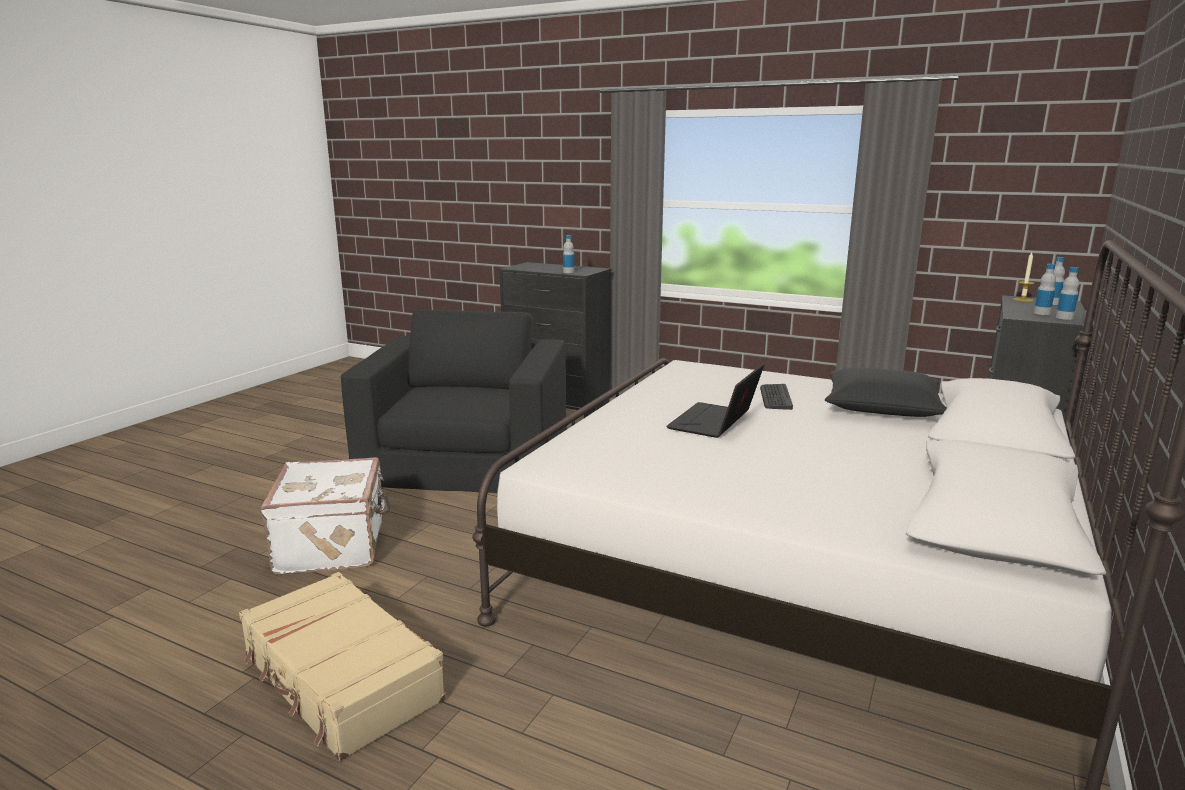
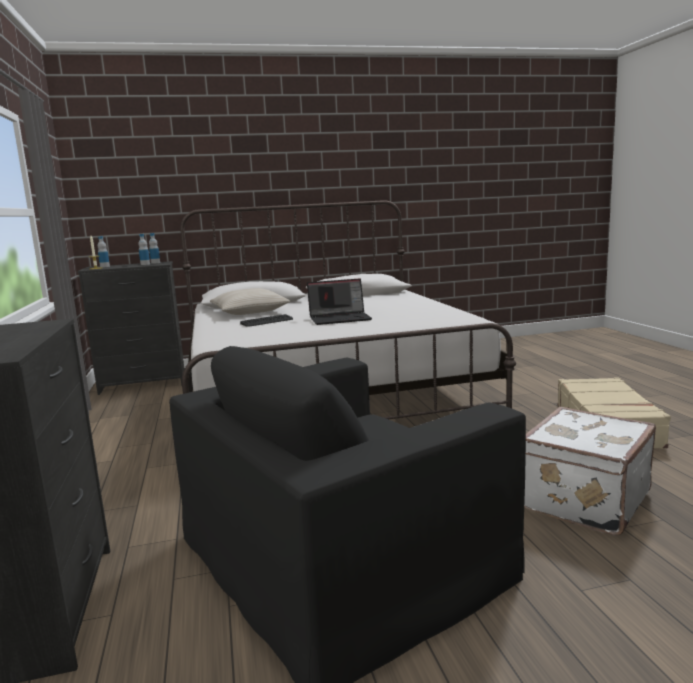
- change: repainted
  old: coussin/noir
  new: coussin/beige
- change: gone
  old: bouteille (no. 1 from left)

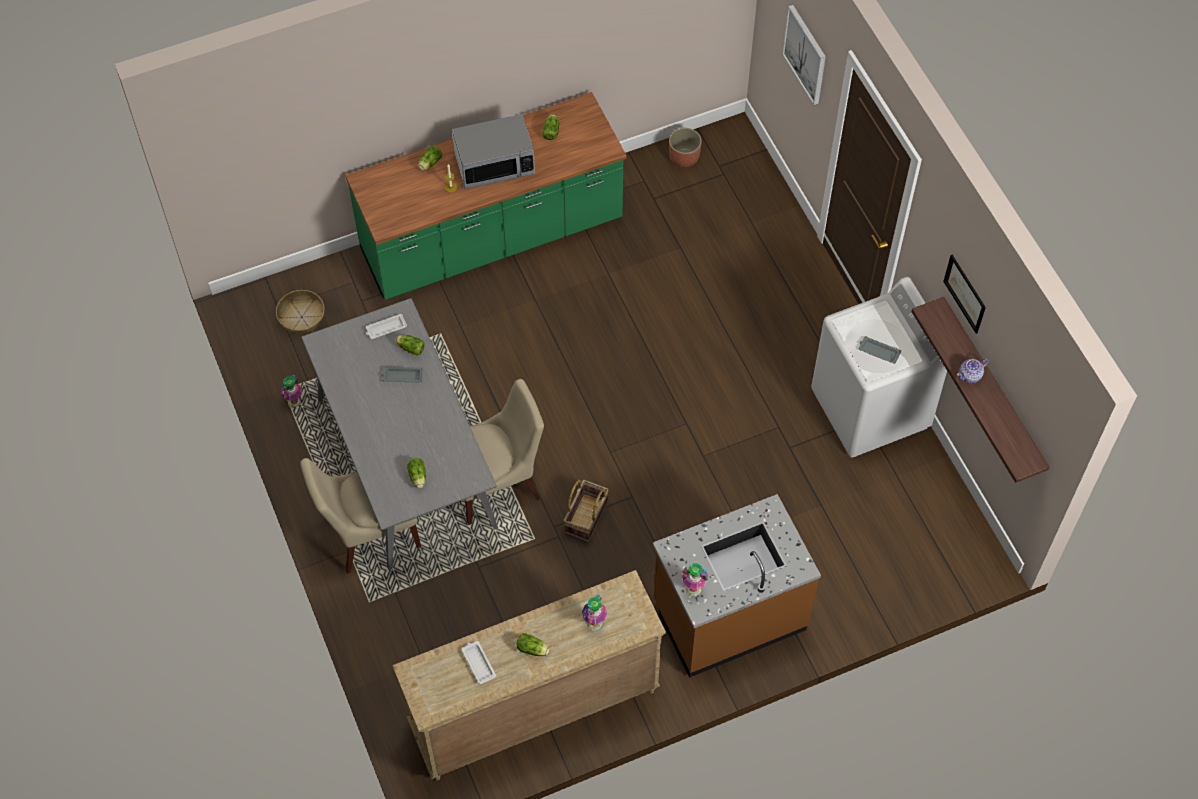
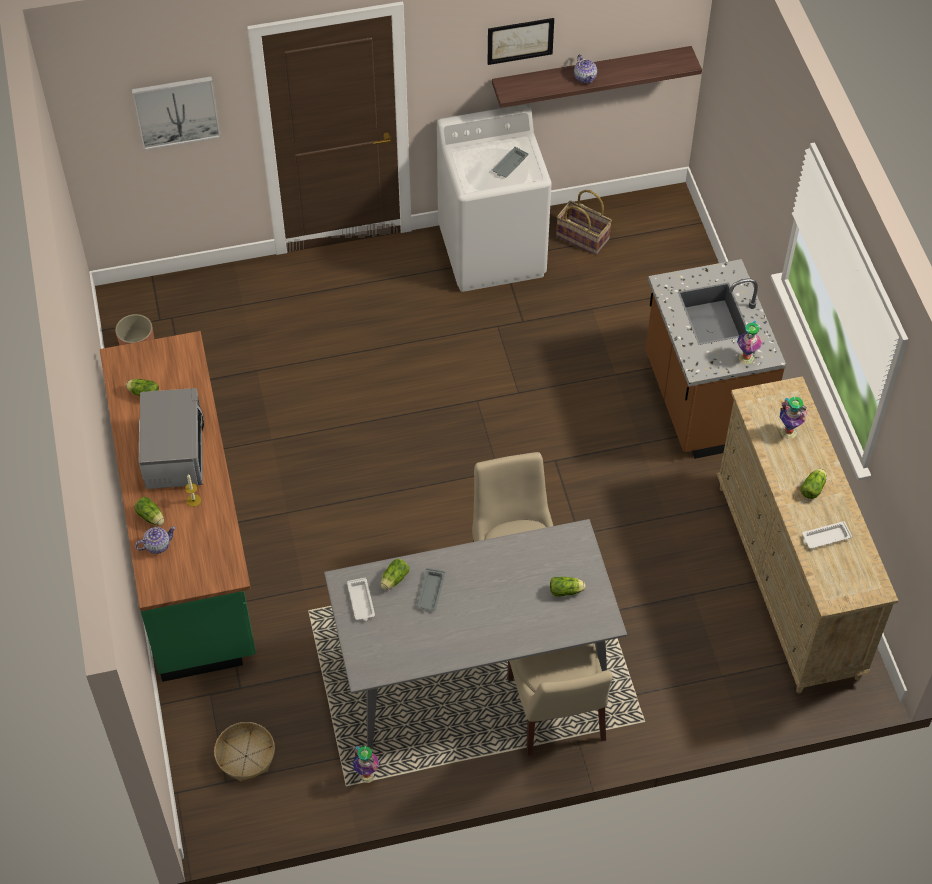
- change: new
  new: théière (no. 1 from left)
- change: shifted
  old: panier (no. 2 from left)

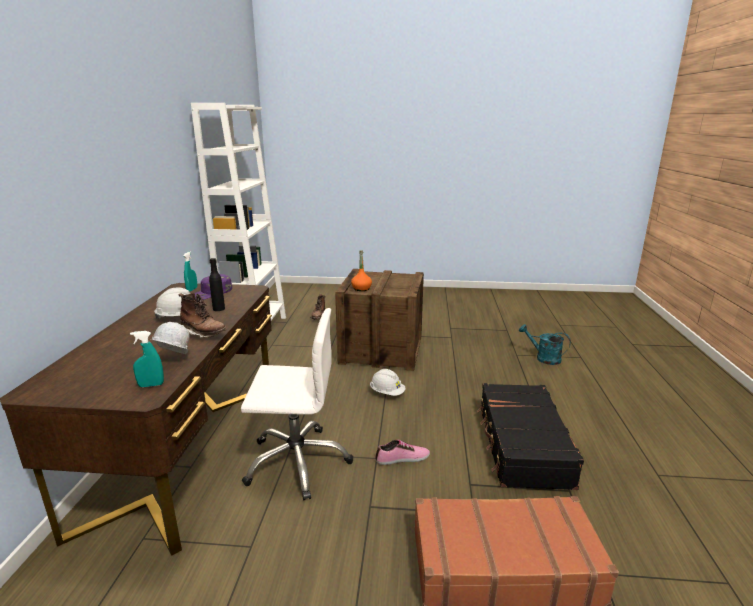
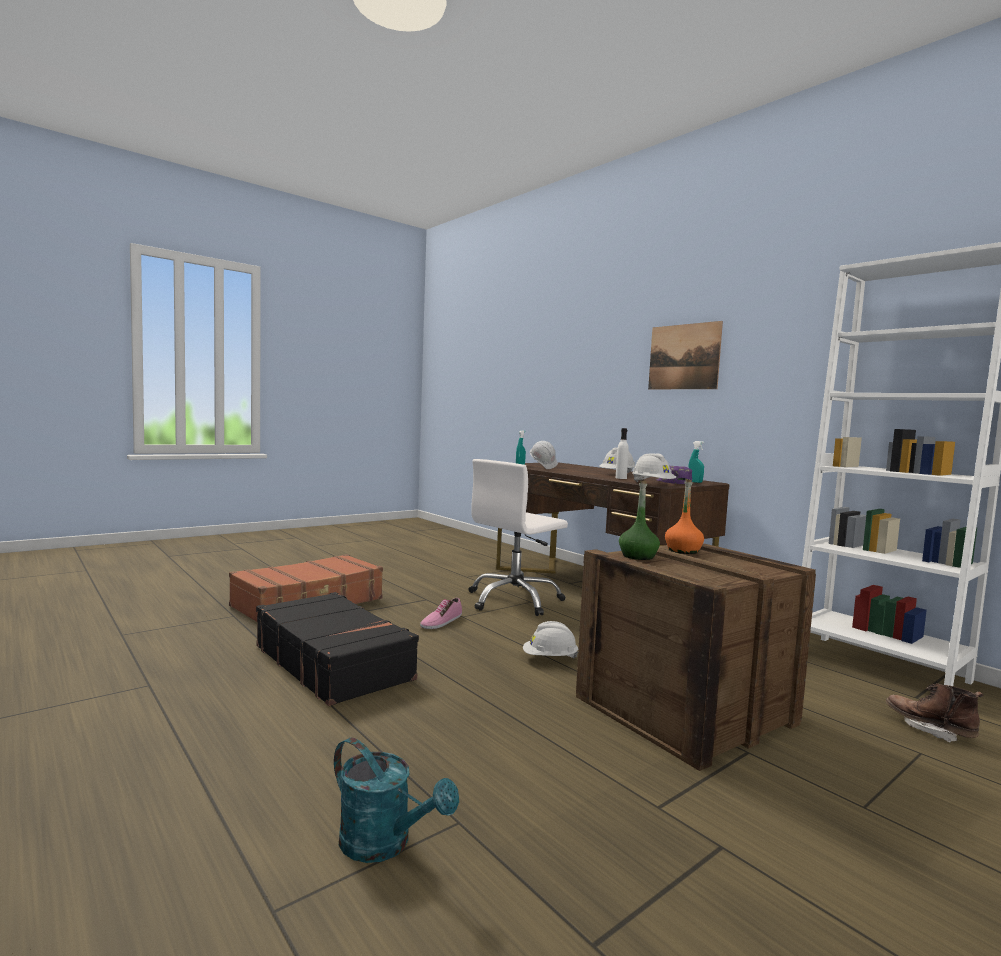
- change: rotated
  old: arrosoir/turquoise
  degrees: 45
- change: repainted
  old: bouteille/noir
  new: bouteille/blanc
- change: new
  new: bouteille/vert
- change: new
  new: casque de chantier/blanc (no. 4 from left)
- change: new
  new: tableau
- change: gone
  old: botte/marron (no. 1 from left)

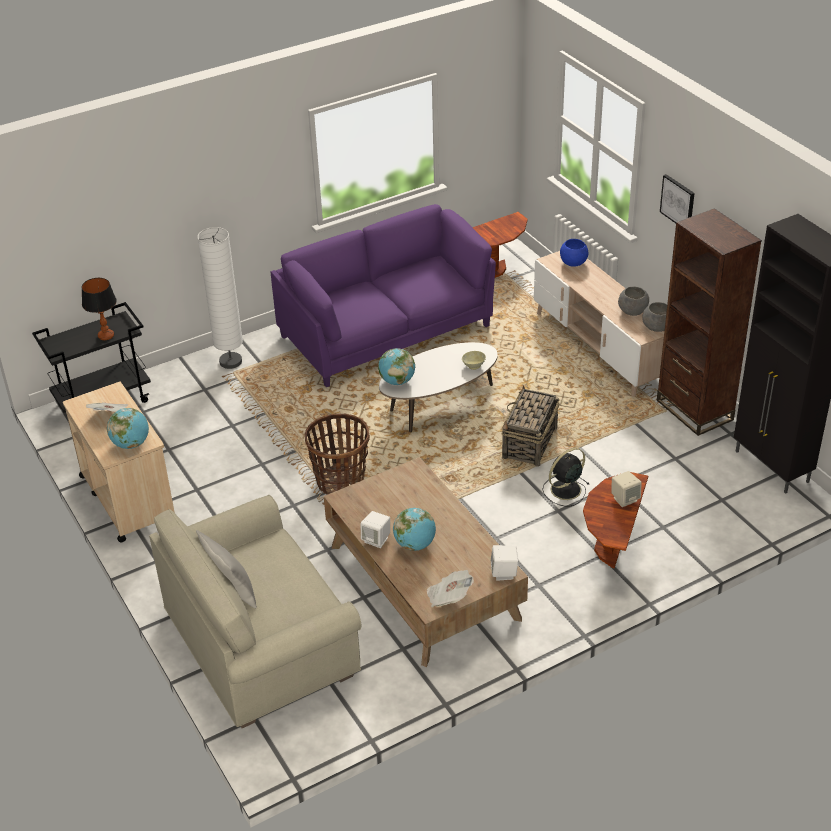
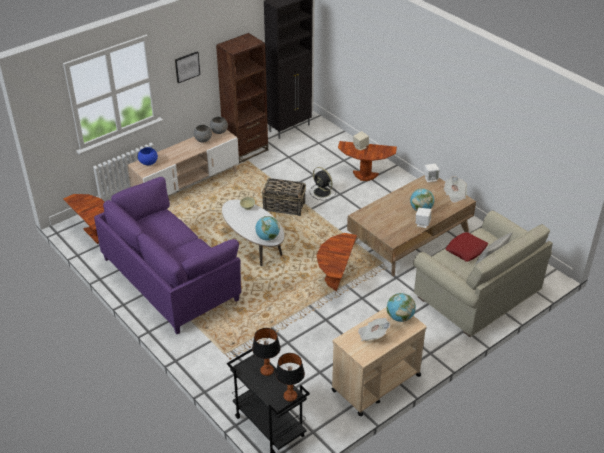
- change: new
  new: lampe de table (no. 2 from left)
- change: swapped
  old: panier (no. 1 from left)
  new: table d'appoint/marron (no. 2 from left)
- change: new
  new: coussin/rouge
- change: gone
  old: lampadaire/blanc

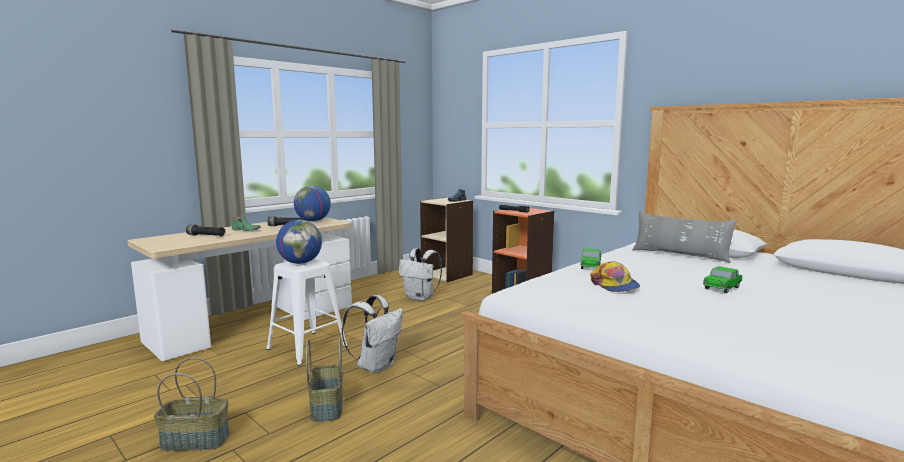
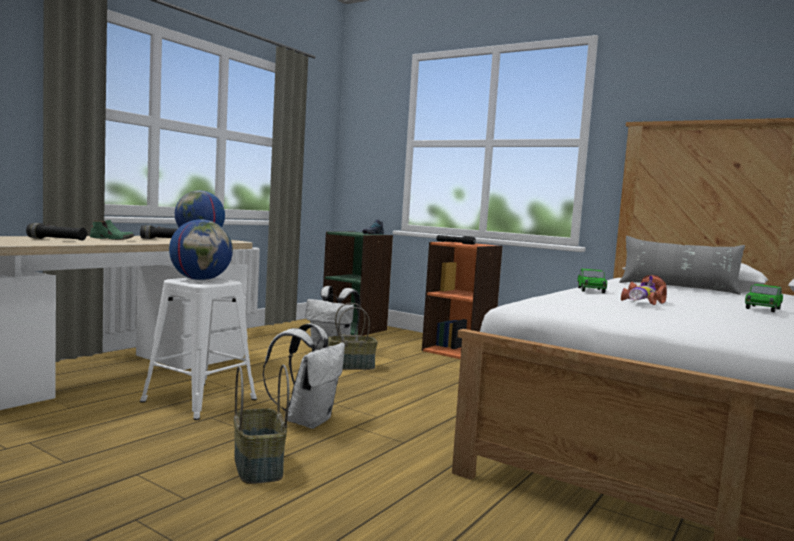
- change: repainted
  old: bibliothèque/beige
  new: bibliothèque/vert
- change: shifted
  old: panier (no. 1 from left in the first image)
  new: panier (no. 2 from left)
- change: swapped
  old: casquette
  new: petite voiture (no. 2 from left)

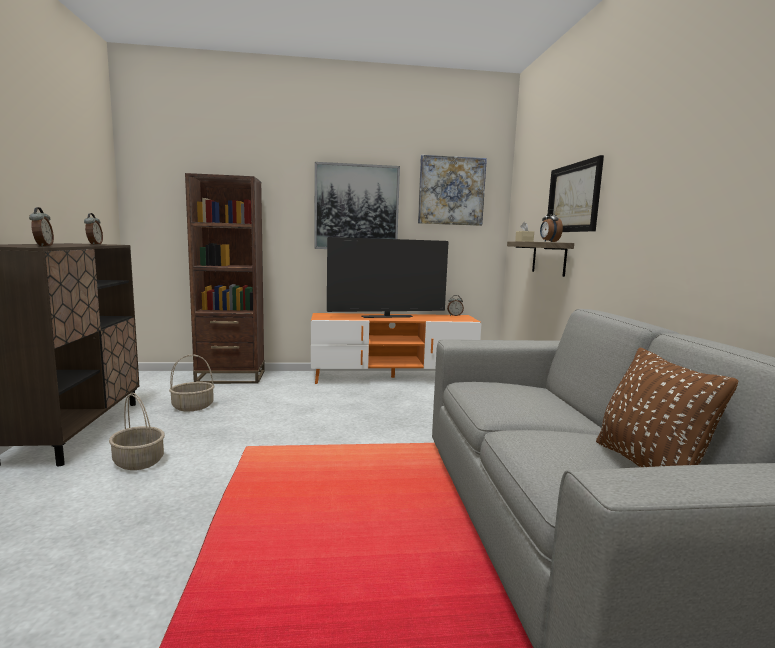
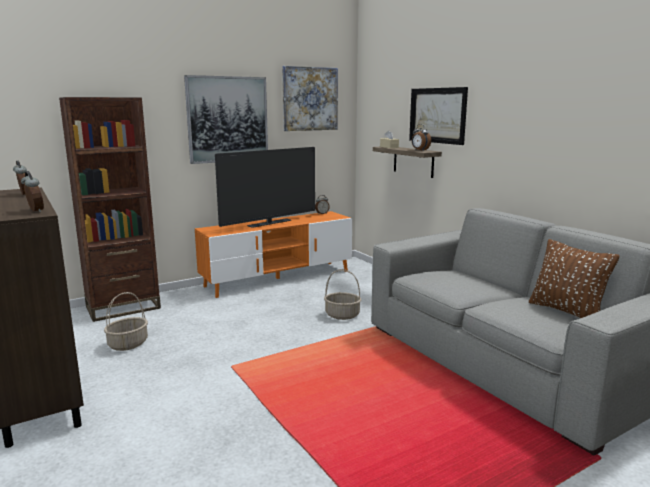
- change: shifted
  old: panier (no. 1 from left in the first image)
  new: panier (no. 2 from left)

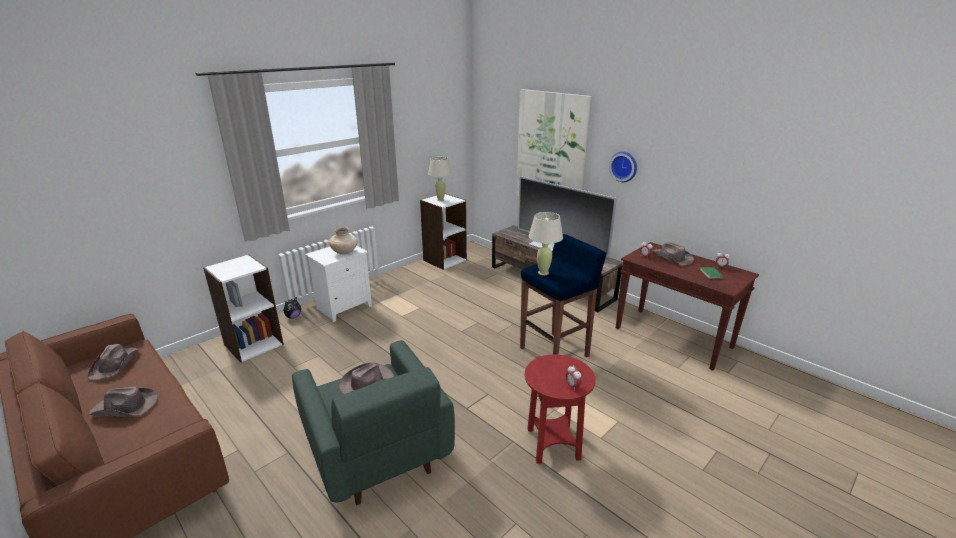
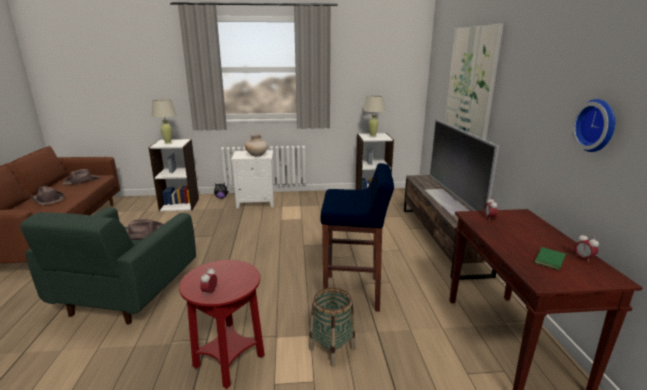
- change: shifted
  old: lampe de table/beige (no. 2 from left in the first image)
  new: lampe de table/beige (no. 1 from left)
- change: new
  new: panier
- change: shifted
  old: horloge murale
- change: gone
  old: chapeau/marron (no. 4 from left)

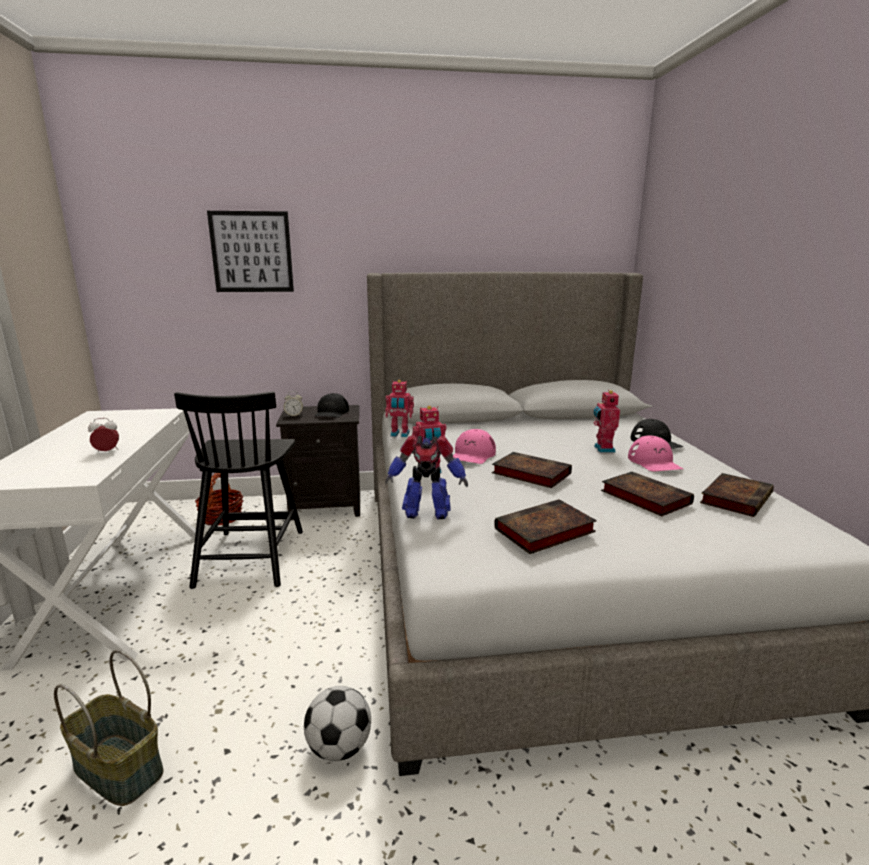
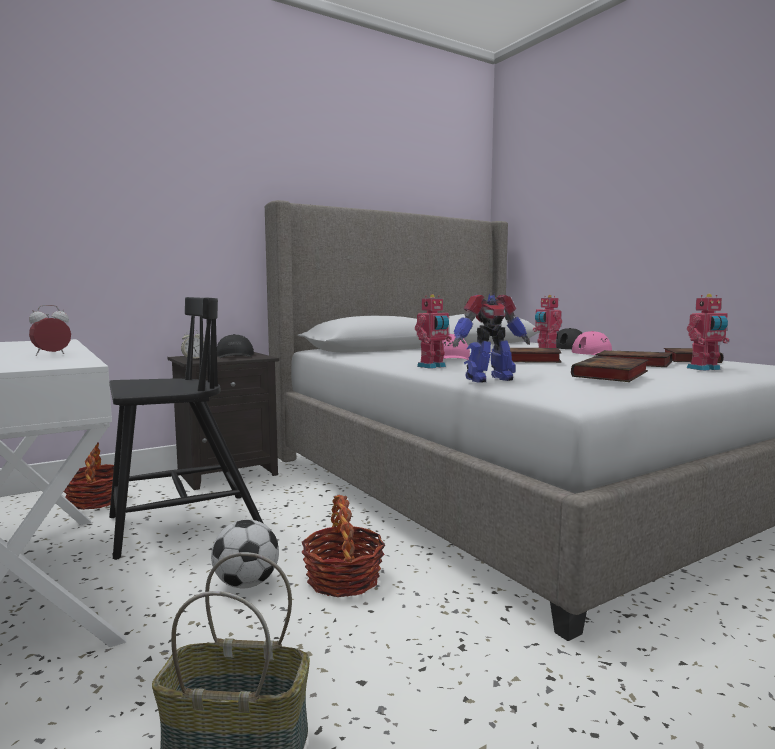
- change: rotated
  old: chaise/noir
  degrees: -90
- change: shifted
  old: ballon de foot
- change: new
  new: panier (no. 3 from left)
- change: shifted
  old: robot jouet (no. 1 from left in the first image)
  new: robot jouet (no. 4 from left)
- change: gone
  old: tableau

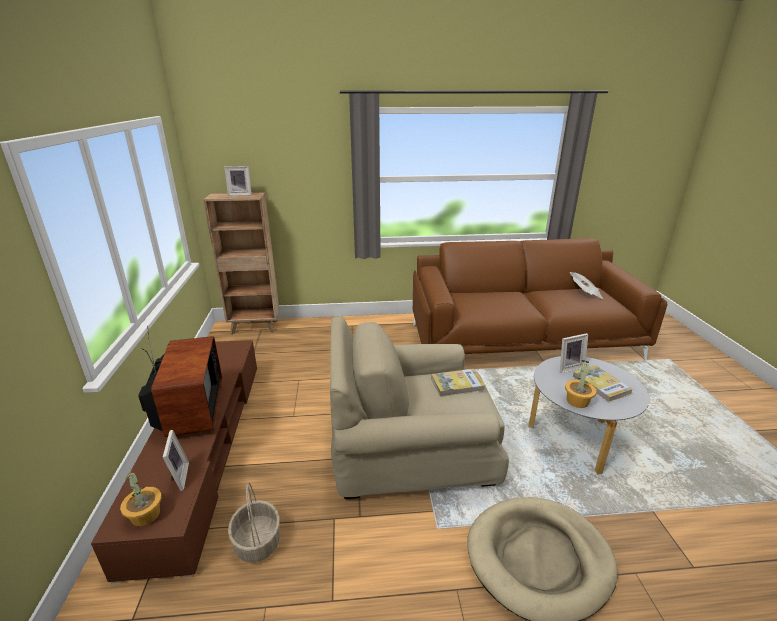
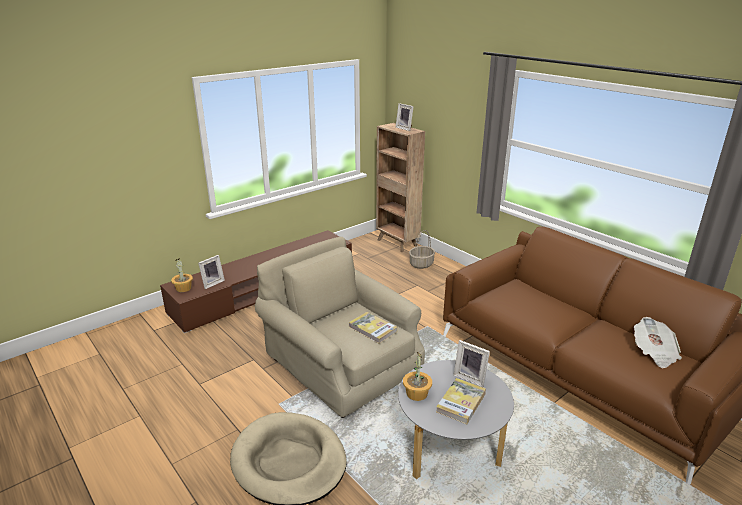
- change: shifted
  old: panier
- change: gone
  old: téléviseur

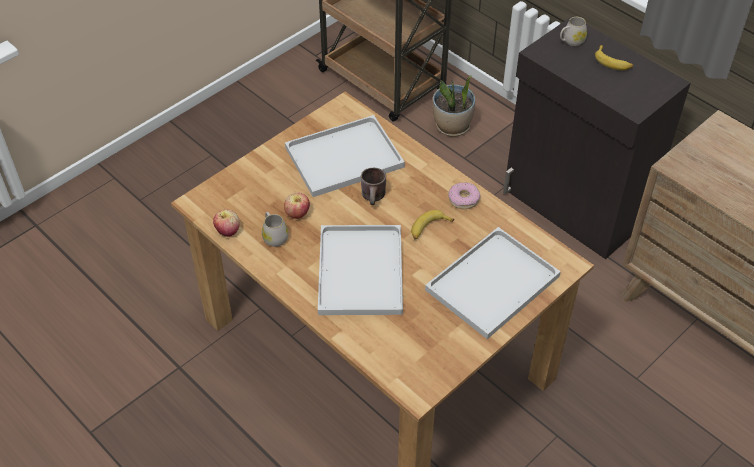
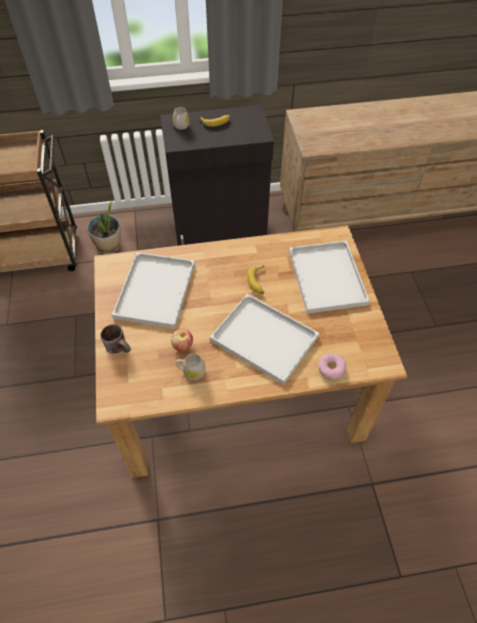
- change: shifted
  old: mug/marron
- change: shifted
  old: beignet
- change: gone
  old: pomme (no. 1 from left)

